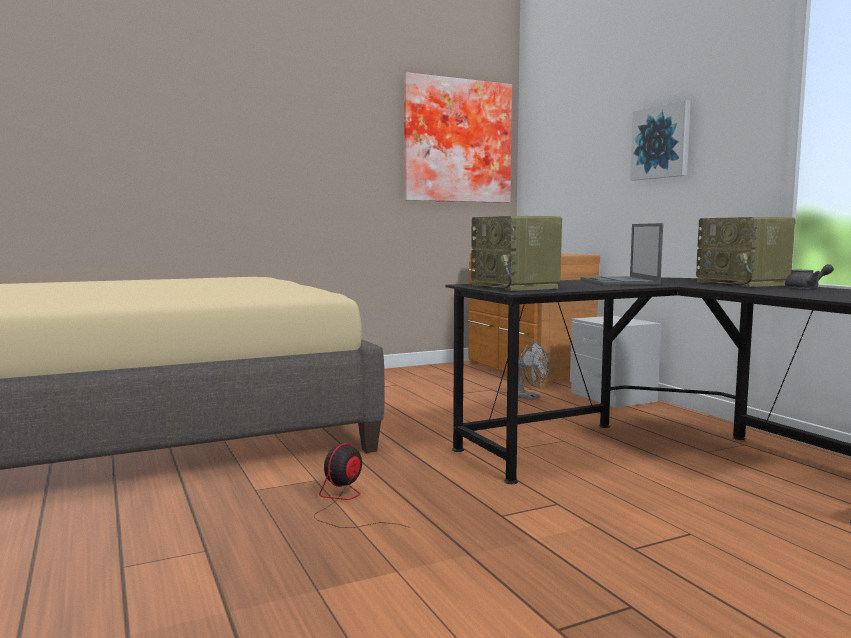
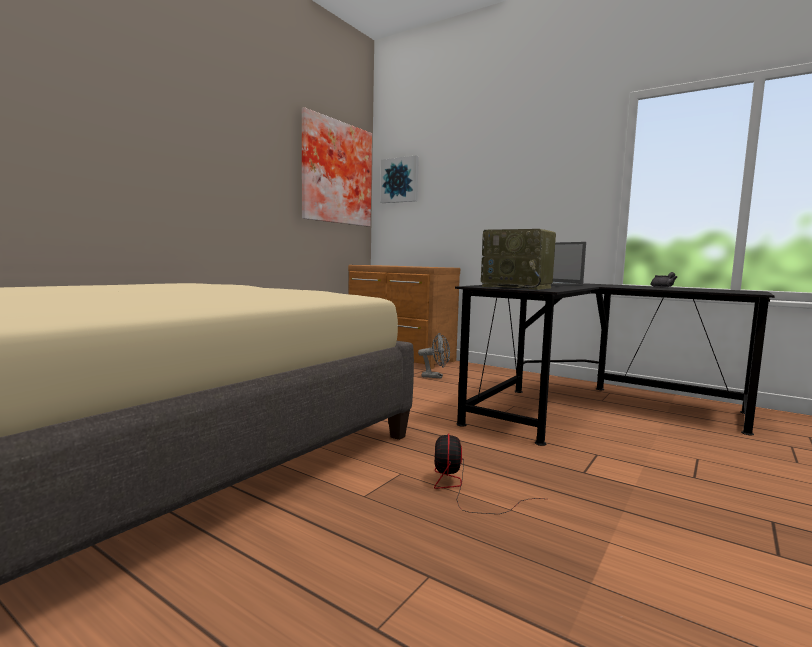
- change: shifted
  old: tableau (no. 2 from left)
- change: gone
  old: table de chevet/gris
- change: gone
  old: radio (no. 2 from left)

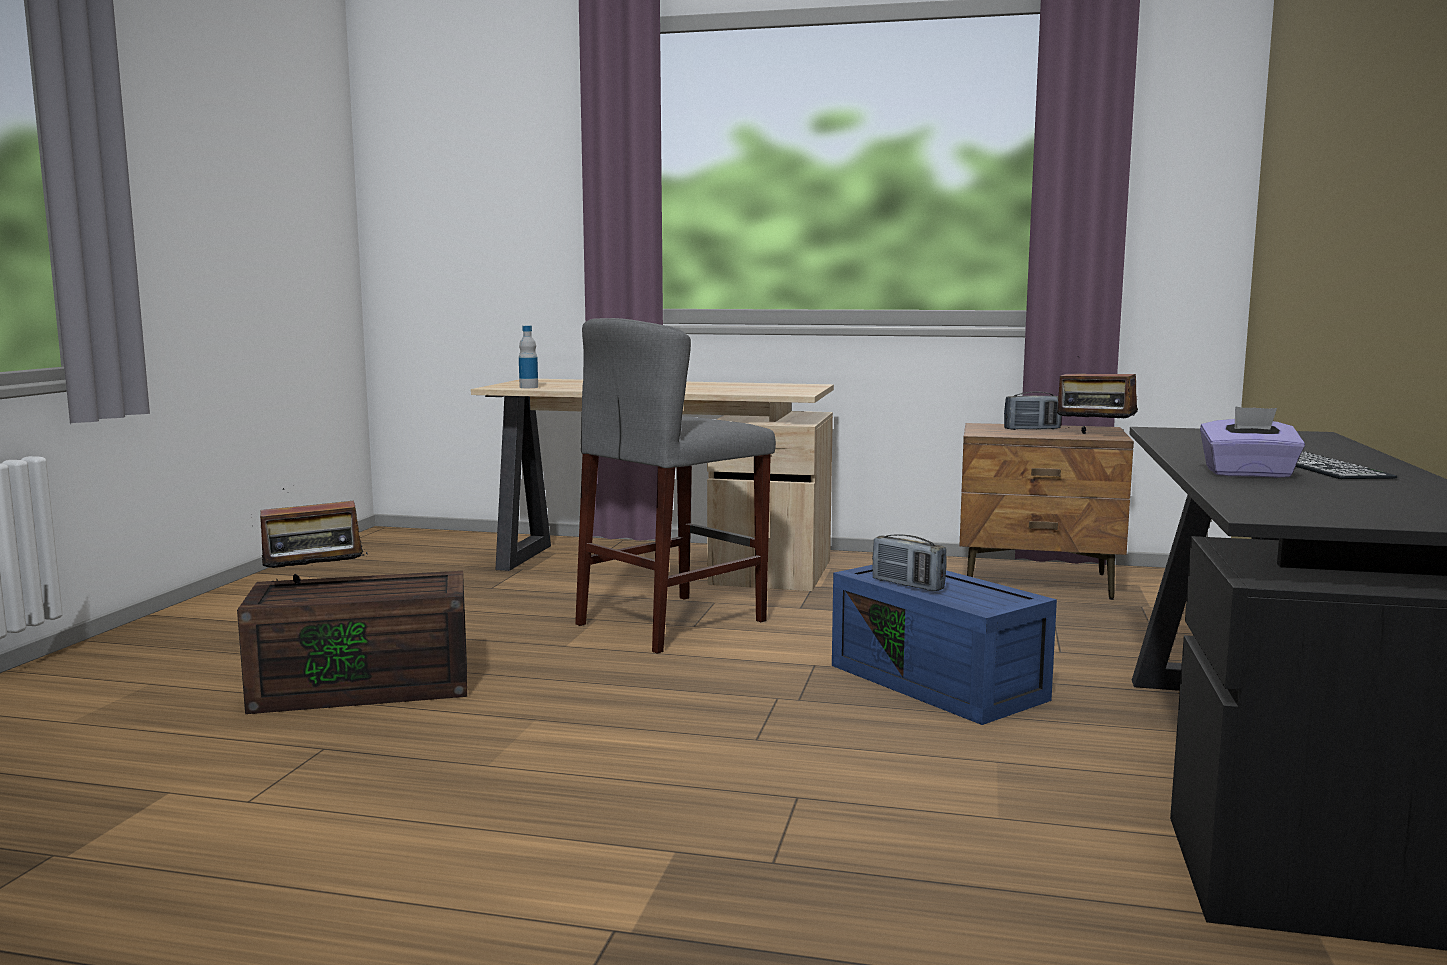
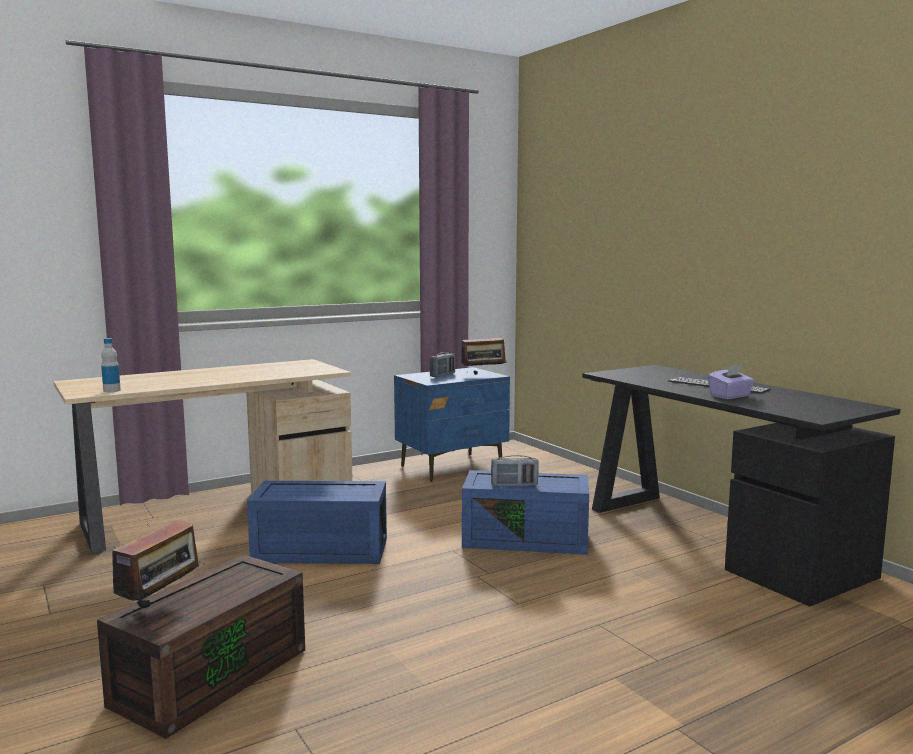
- change: swapped
  old: tabouret/gris
  new: boîte de rangement/bleu (no. 1 from left)
- change: repainted
  old: table de chevet/marron
  new: table de chevet/bleu

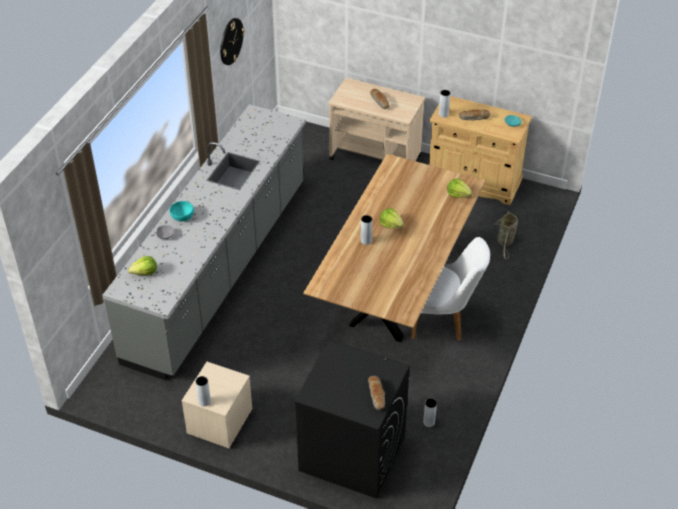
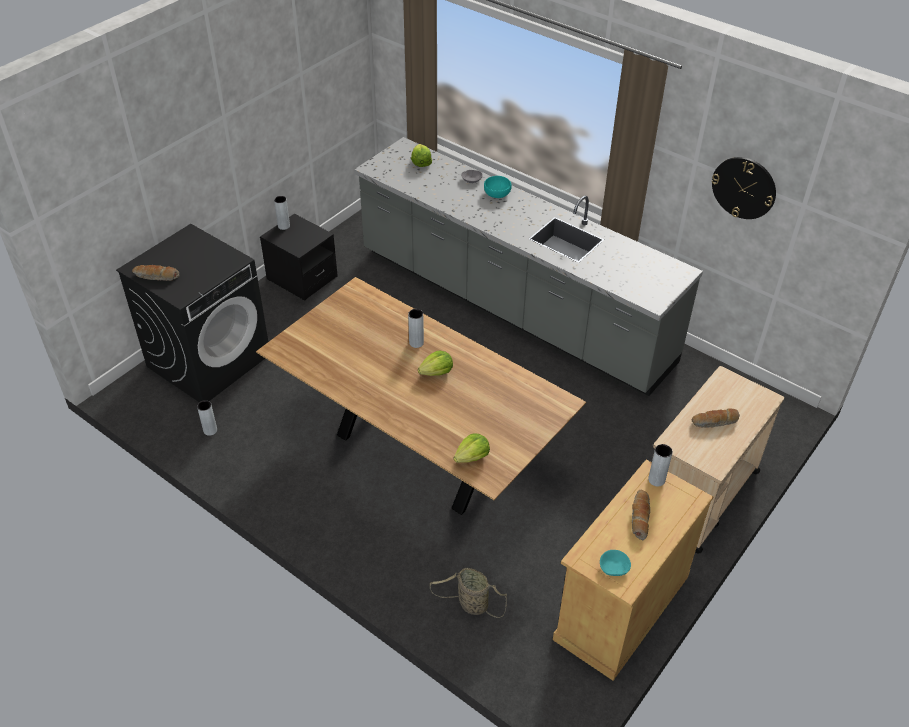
- change: repainted
  old: table de chevet/beige
  new: table de chevet/noir
- change: gone
  old: chaise/blanc

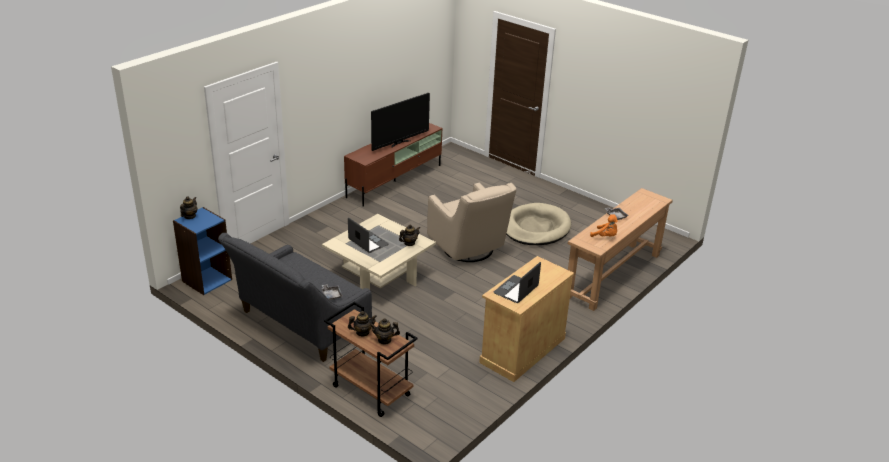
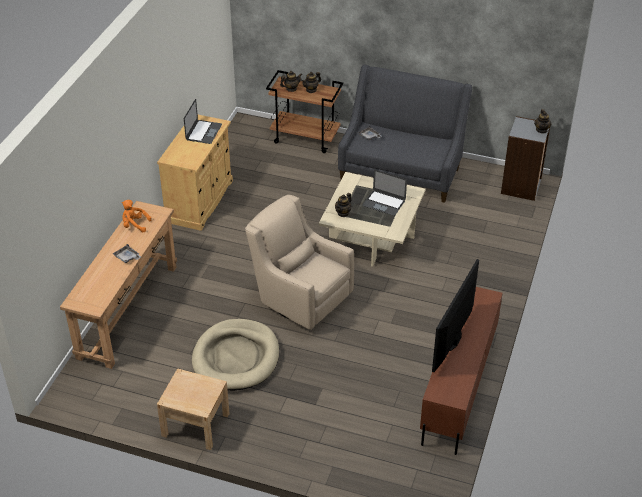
- change: new
  new: table de chevet/beige
- change: repainted
  old: bibliothèque/bleu
  new: bibliothèque/gris

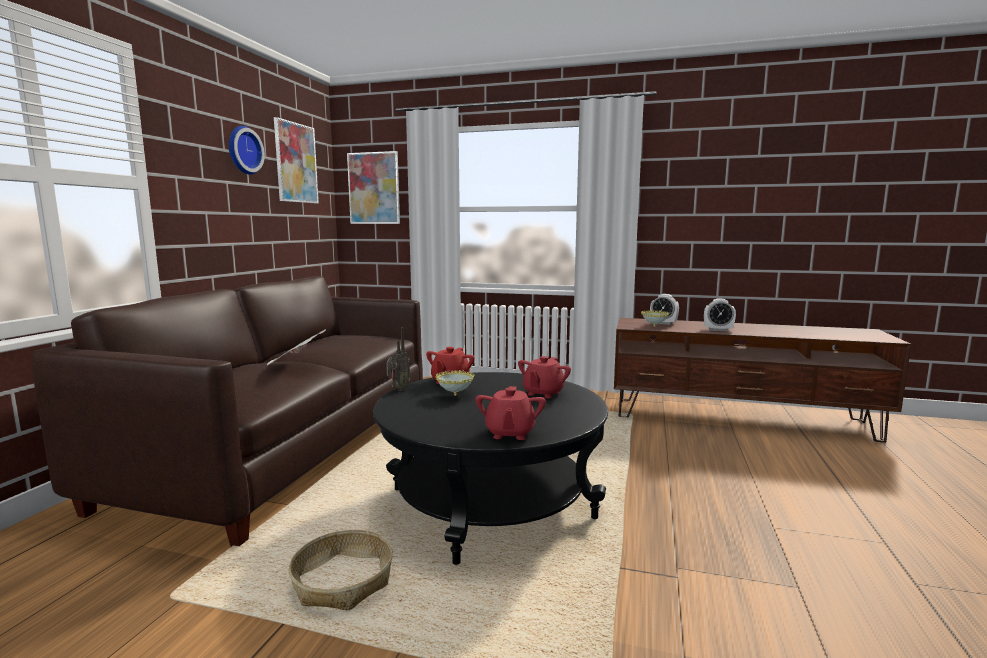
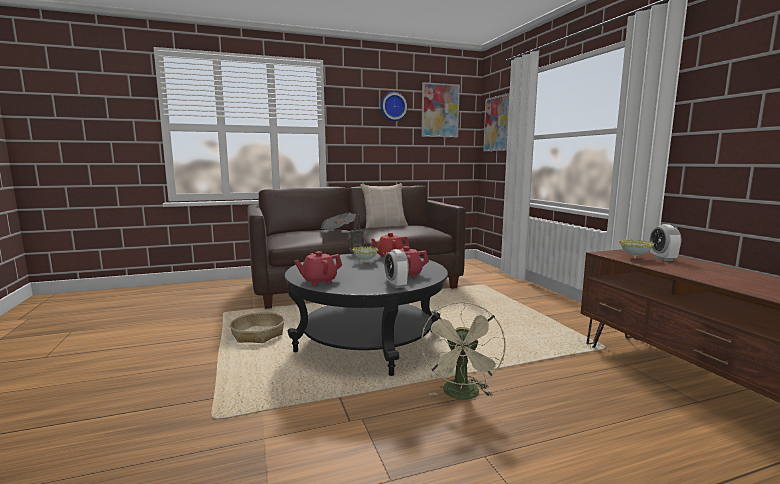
- change: new
  new: coussin/beige
- change: shifted
  old: réveil (no. 2 from left in the first image)
  new: réveil (no. 1 from left)
- change: new
  new: ventilateur/beige

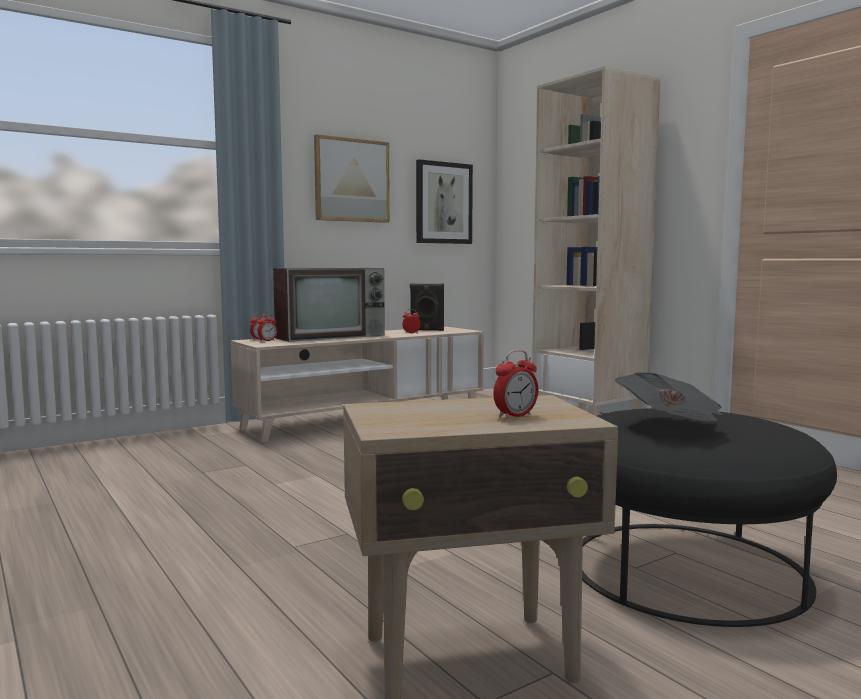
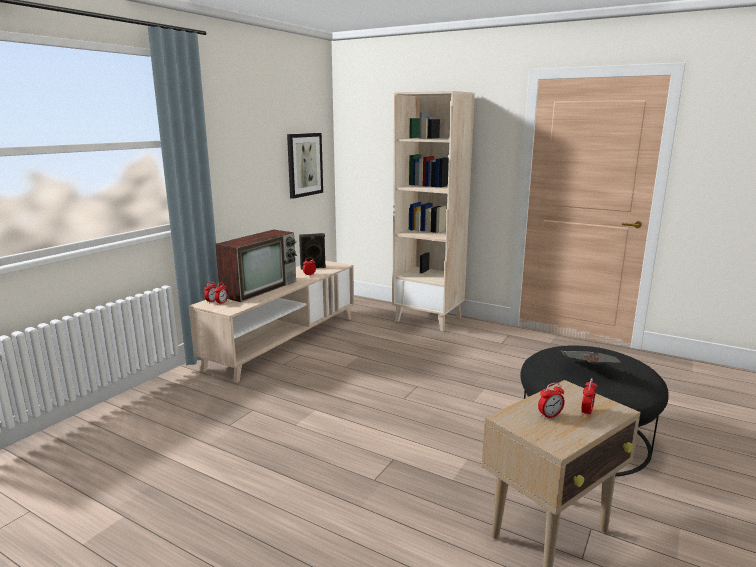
- change: new
  new: réveil (no. 4 from left)
- change: gone
  old: tableau (no. 1 from left)

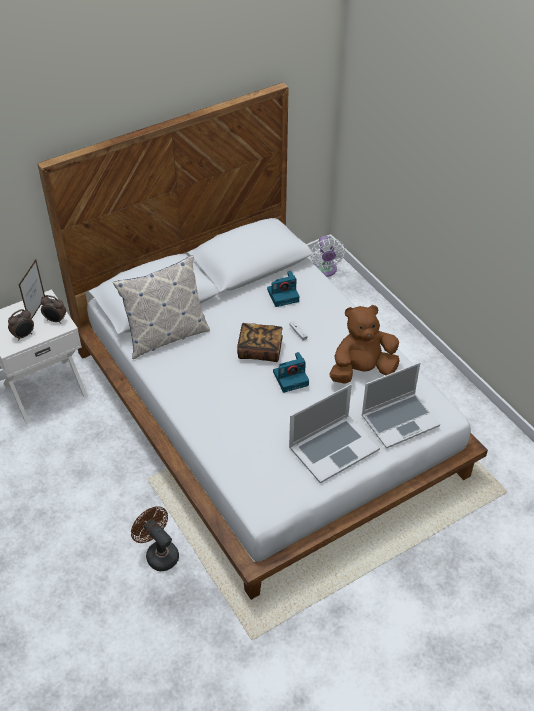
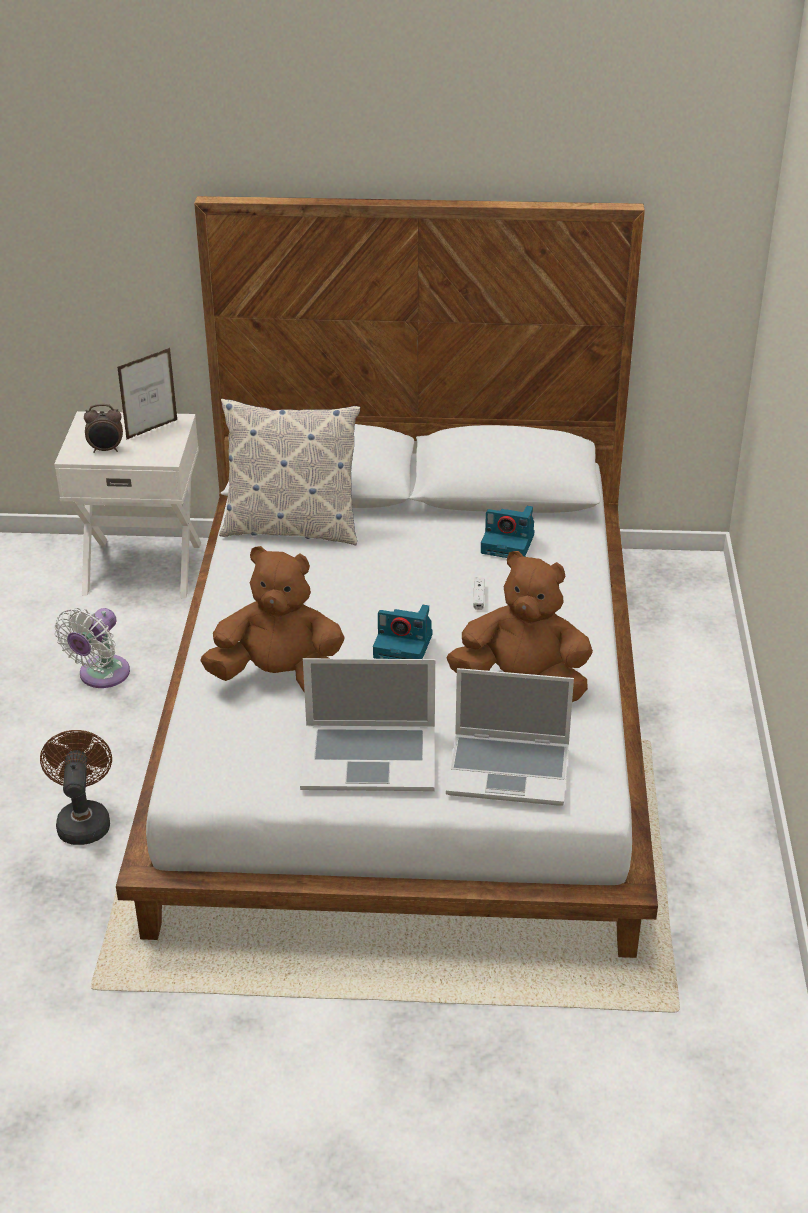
- change: shifted
  old: ventilateur/blanc
- change: new
  new: peluche/marron (no. 1 from left)
- change: gone
  old: réveil (no. 2 from left)
- change: gone
  old: livre

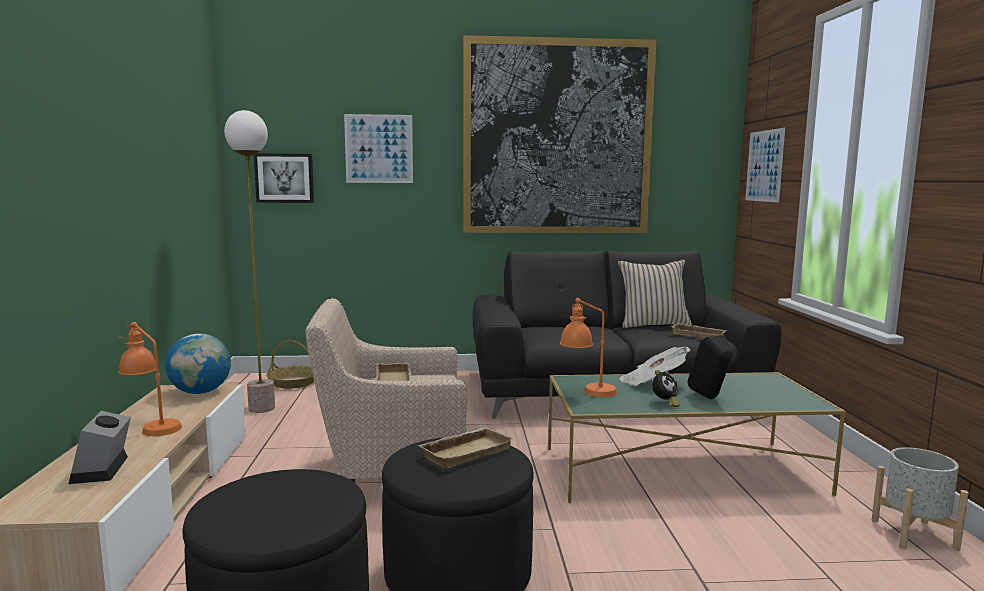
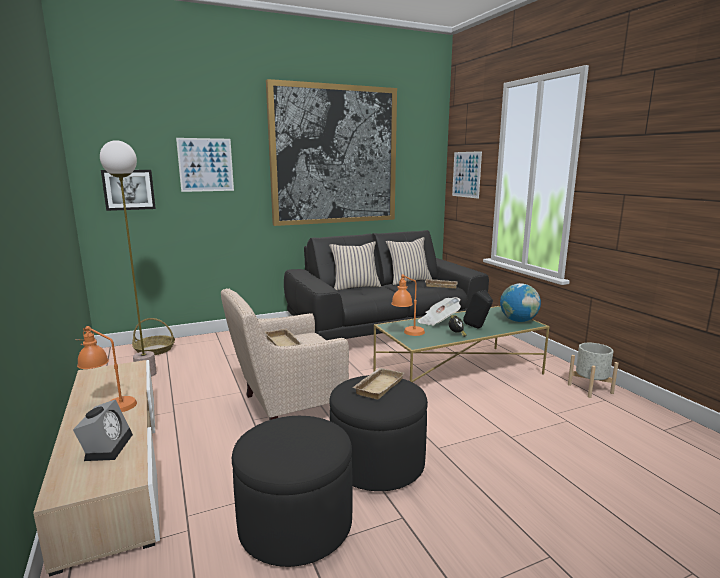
- change: rotated
  old: réveil (no. 1 from left)
  degrees: -150
- change: new
  new: coussin/beige (no. 1 from left)
- change: shifted
  old: globe

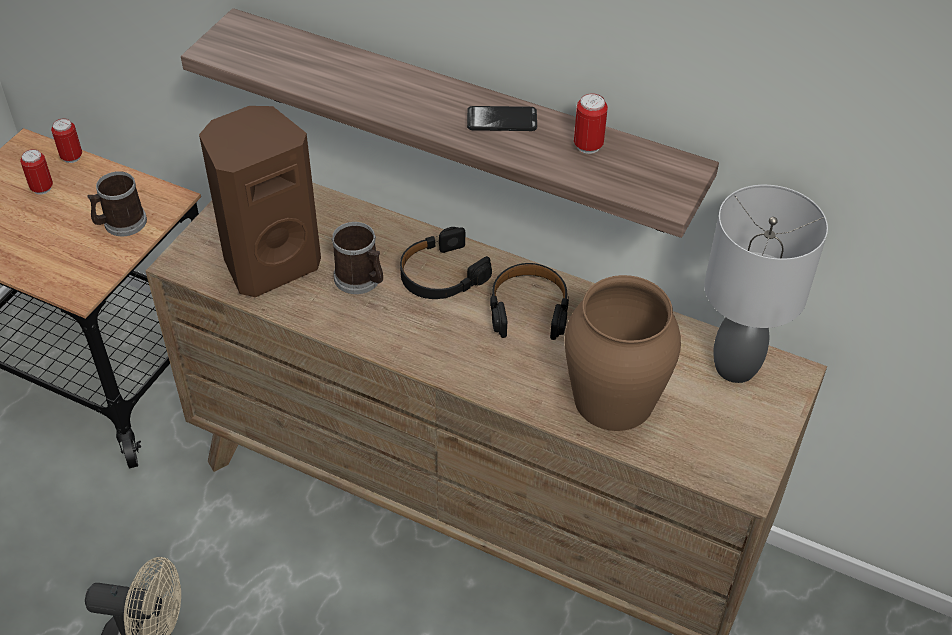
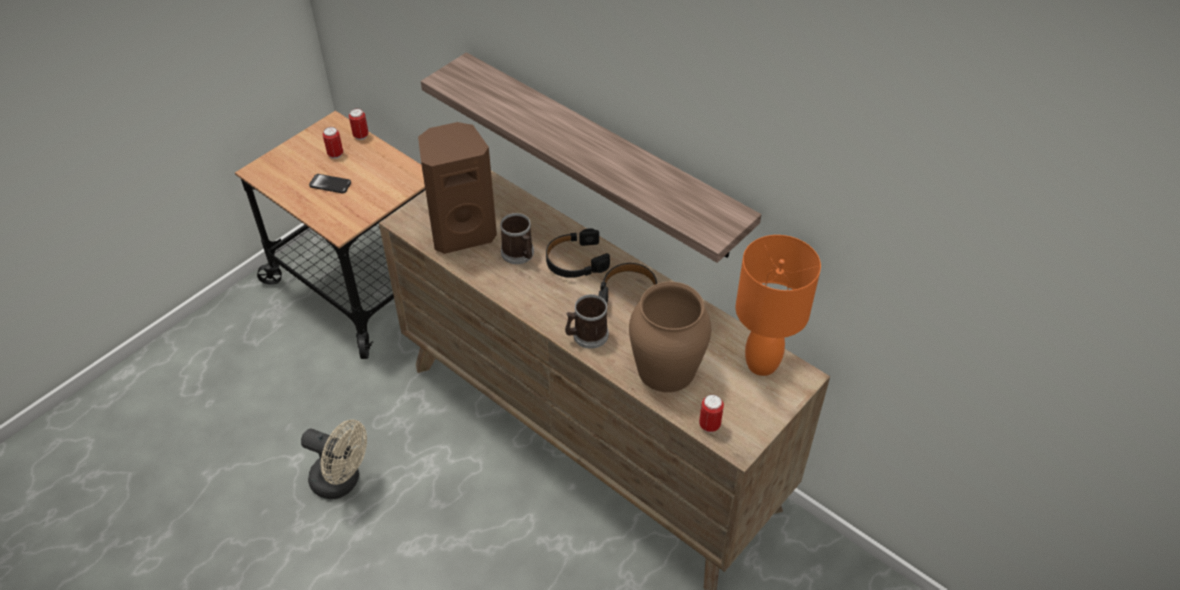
- change: shifted
  old: téléphone
- change: shifted
  old: mug (no. 1 from left in the first image)
  new: mug (no. 2 from left)
- change: shifted
  old: boîte métallique (no. 3 from left)
- change: repainted
  old: lampe de table/gris
  new: lampe de table/orange

